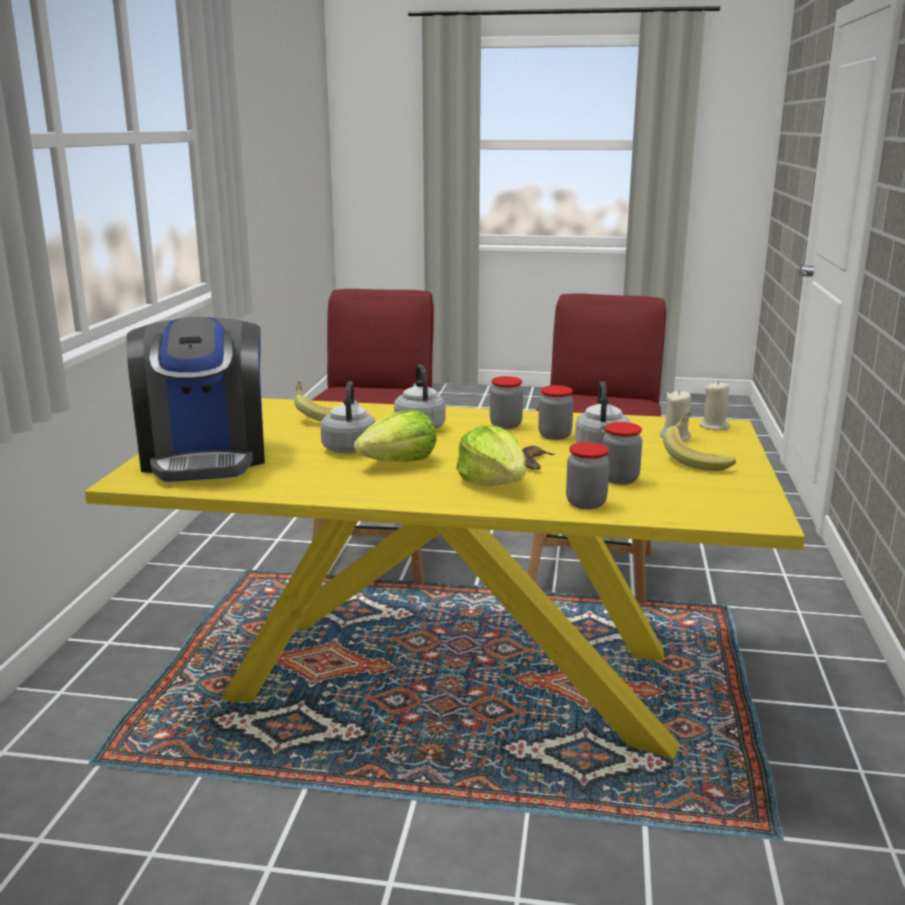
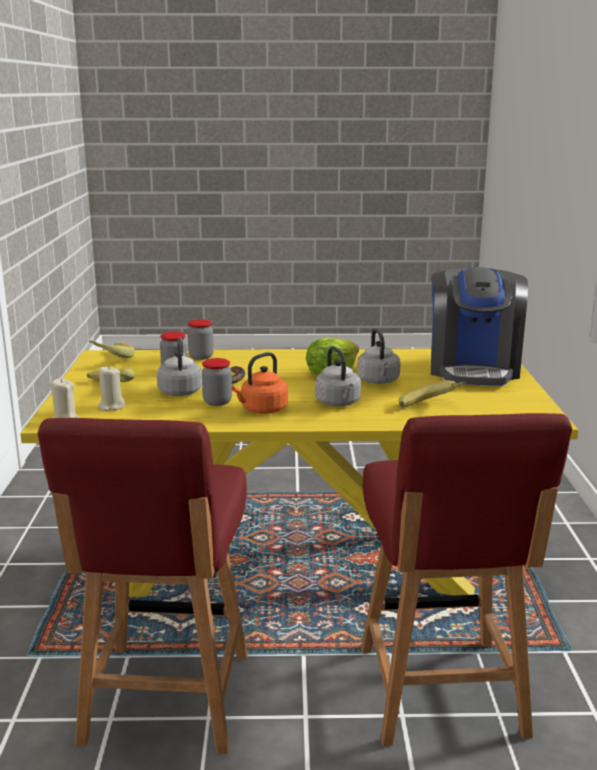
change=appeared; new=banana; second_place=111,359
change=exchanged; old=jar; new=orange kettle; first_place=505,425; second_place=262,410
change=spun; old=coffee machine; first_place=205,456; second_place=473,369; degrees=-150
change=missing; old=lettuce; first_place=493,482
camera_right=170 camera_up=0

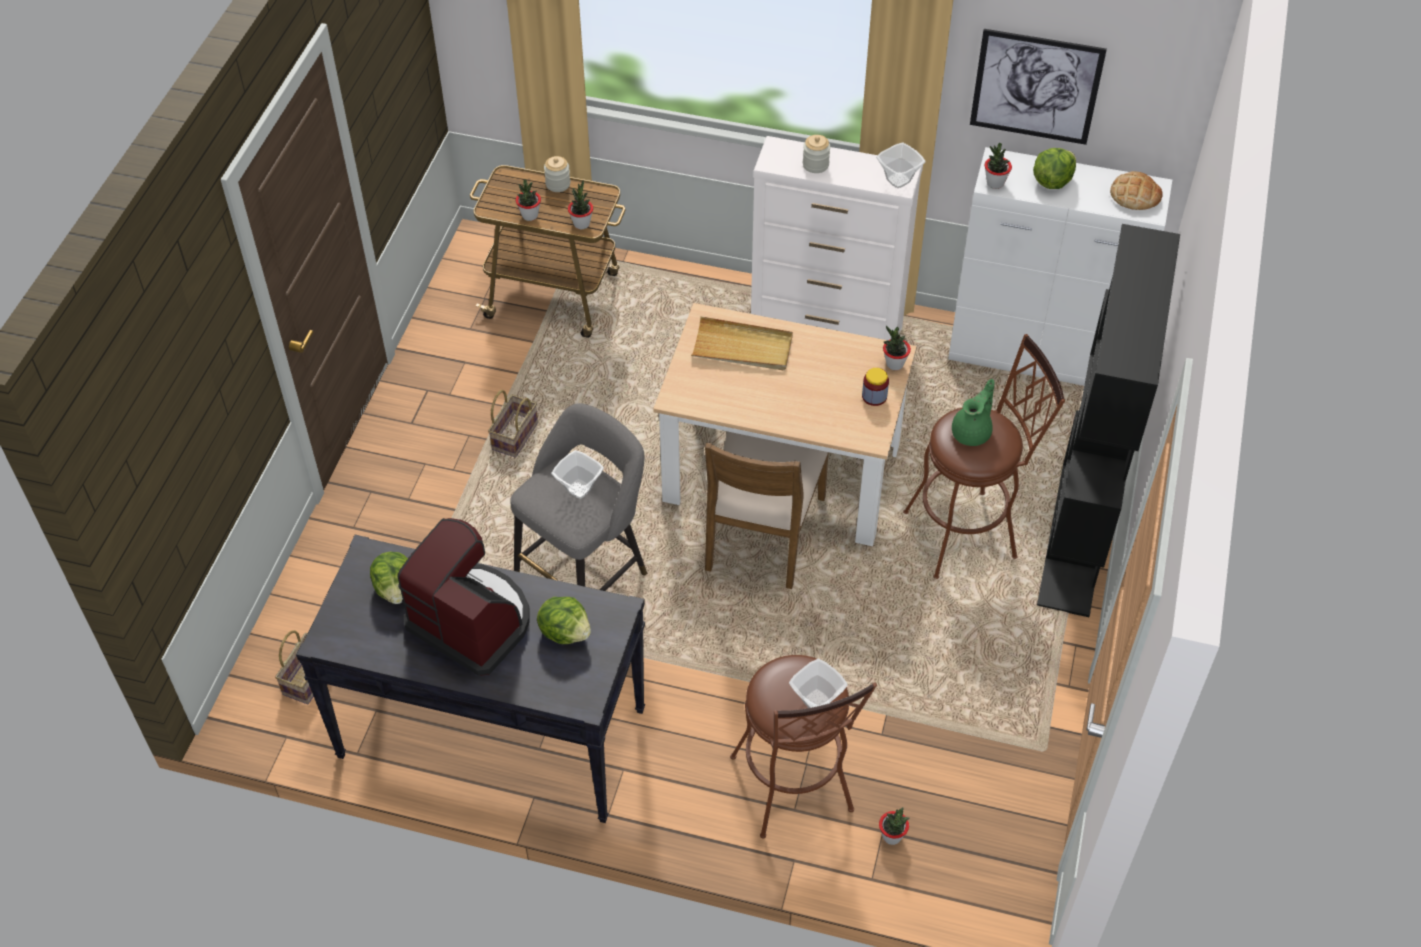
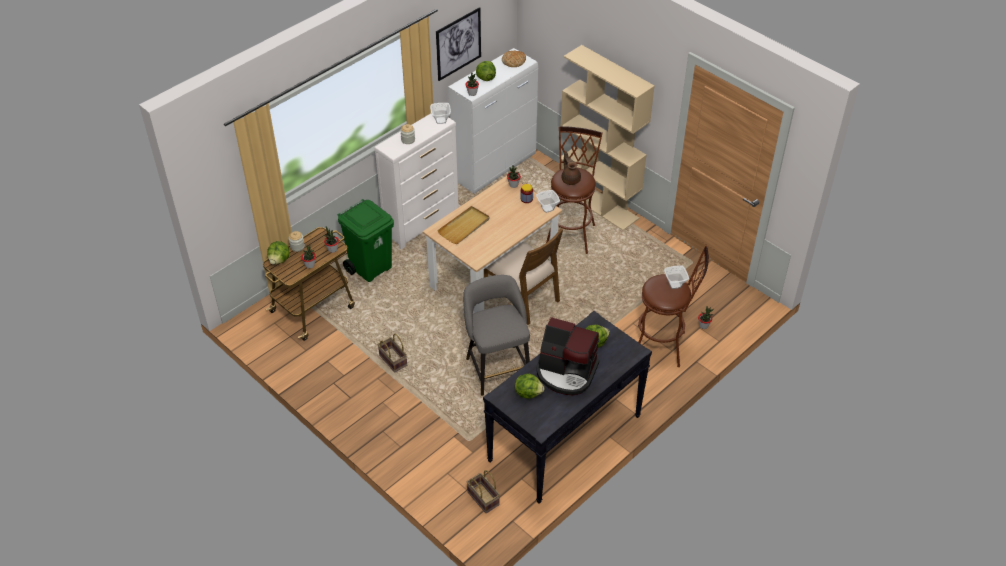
change=appeared; new=lettuce; second_place=279,260
change=appeared; new=green trash can; second_place=371,268
change=relocated; old=bowl; first_place=579,490; second_place=548,209
change=spun; old=coffee machine; first_place=472,621; second_place=566,372; degrees=-135
change=colour; old=black bookcase; new=beige bookcase; first_place=1076,539; second_place=598,203
change=colour; old=green teapot; new=brown teapot; first_place=972,432; second_place=570,179
camera_right=-60 camera_up=-5

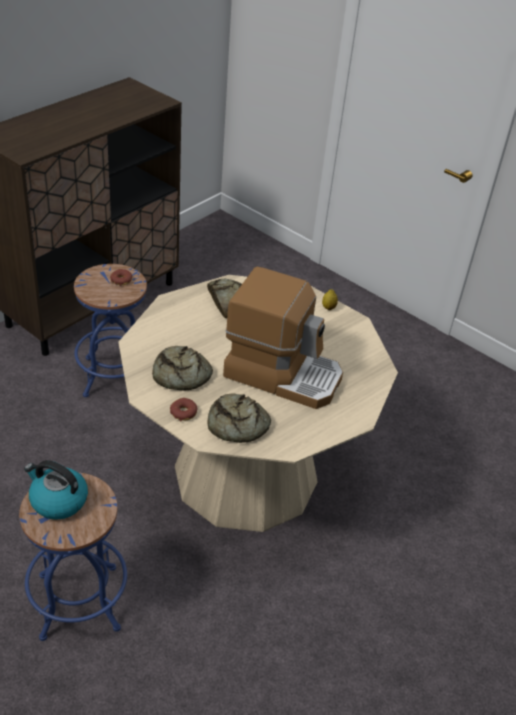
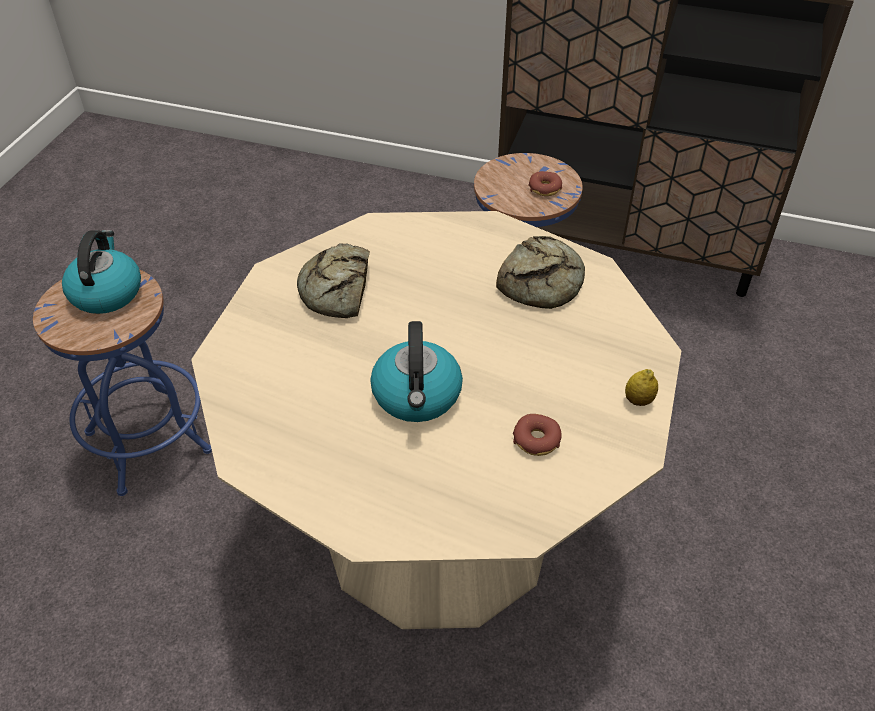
change=exchanged; old=coffee machine; new=kettle; first_place=283,373; second_place=417,396
change=relocated; old=donut; first_place=183,412; second_place=536,440
change=missing; old=bread; first_place=236,425
camera_right=70 camera_up=5

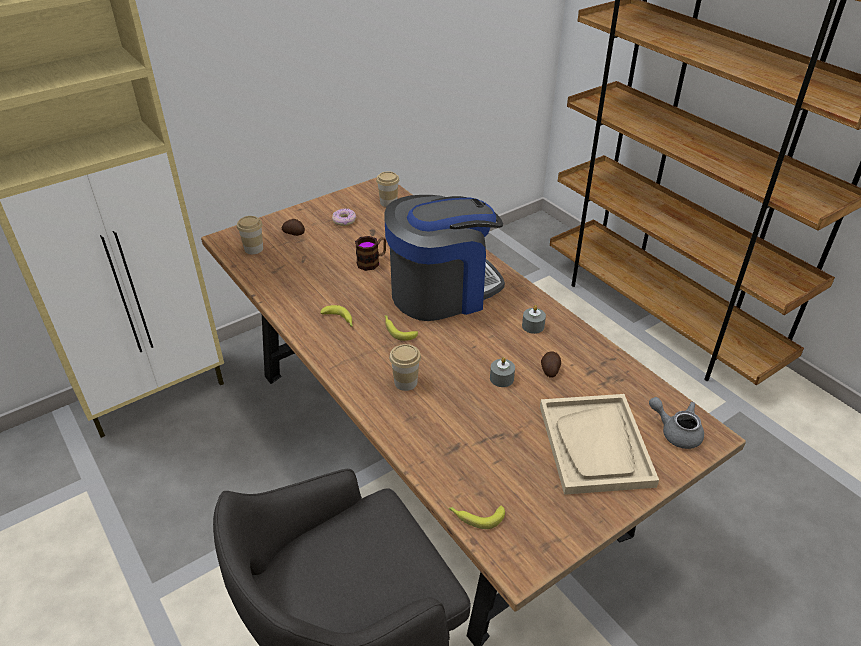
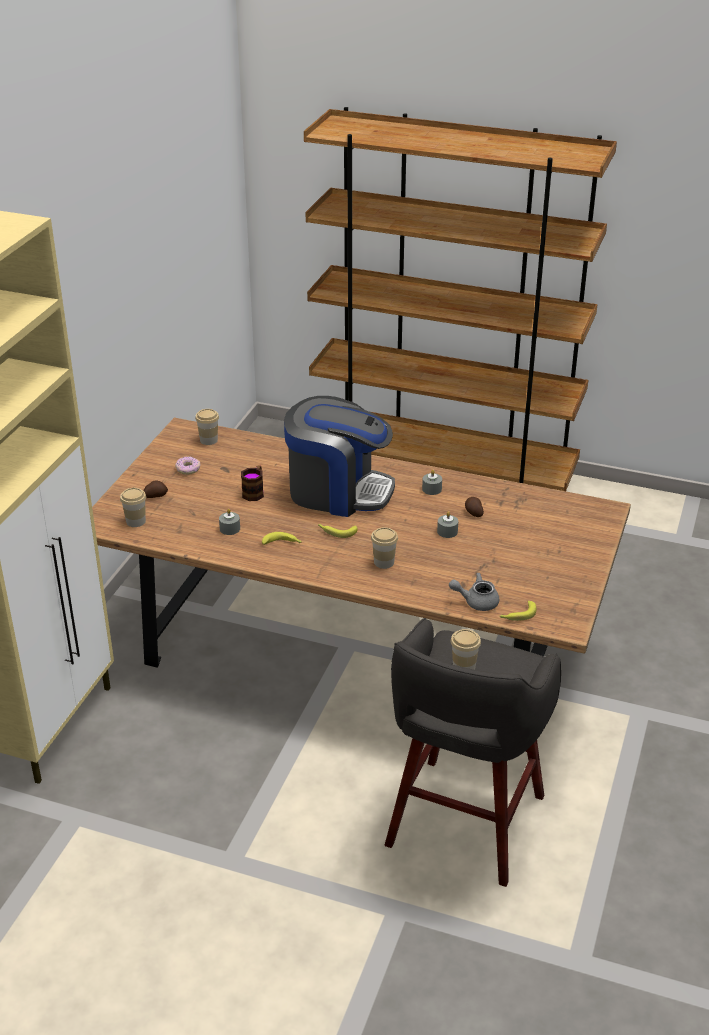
change=appeared; new=grey candle; second_place=230,529
change=spun; old=coffee machine; first_place=442,291; second_place=338,491; degrees=75
change=relocated; old=grey teapot; first_place=676,432; second_place=476,601
change=appeared; new=cup; second_place=464,667
change=missing; old=beige tray; first_place=595,445
camera_right=-35 camera_up=-5

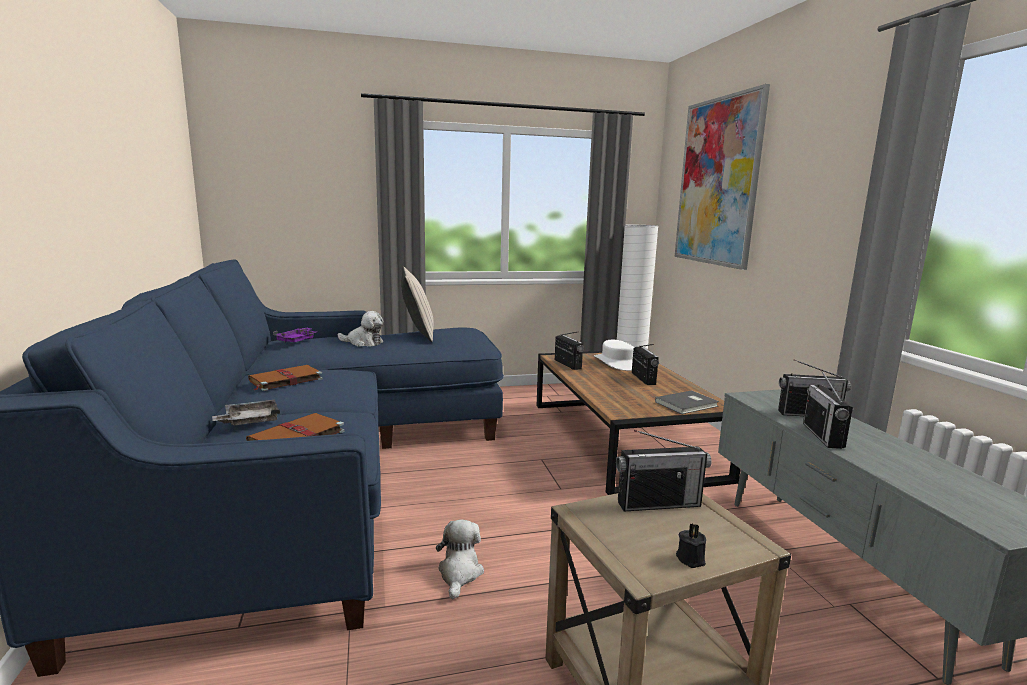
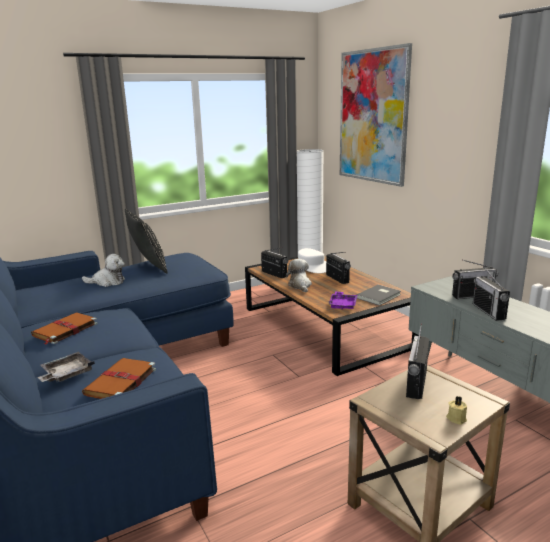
change=colour; old=beige pillow; new=black pillow; first_place=417,334; second_place=148,267
change=relocated; old=plush toy; first_place=459,573; second_place=300,285
change=relocated; old=purple tray; first_place=297,340; second_place=343,305
change=spun; old=radio; first_place=658,503; second_place=416,383; degrees=135
change=colour; old=black candle; new=beige candle; first_place=691,558; second_place=456,418
camera_right=-15 camera_up=5

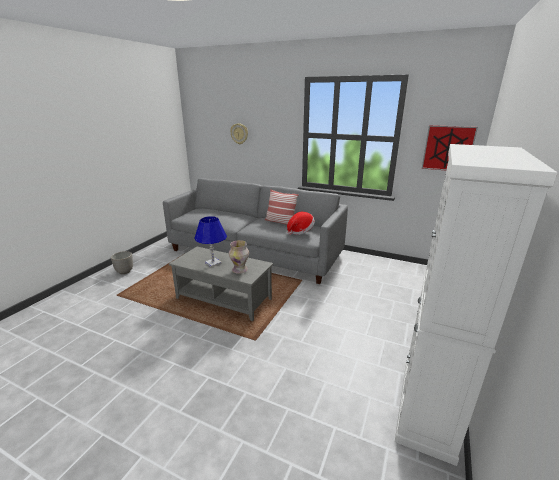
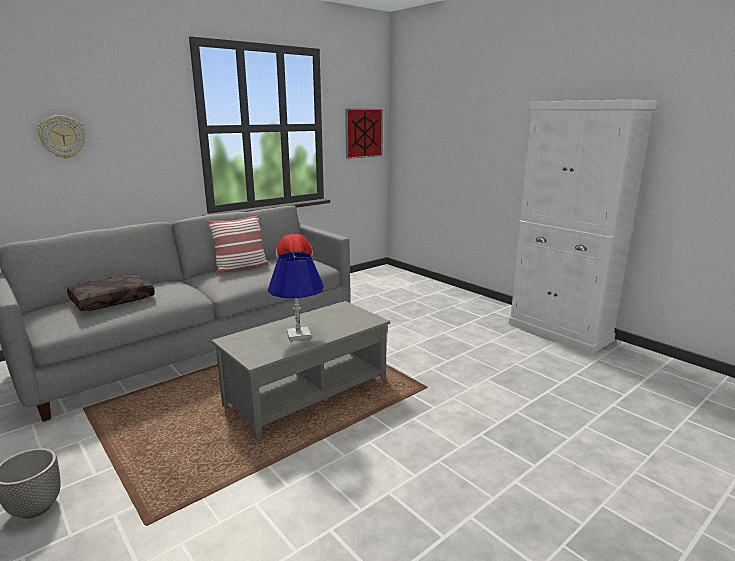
change=appeared; new=brown pillow; second_place=113,300
change=missing; old=vase; first_place=240,270
camera_right=-65 camera_up=-5

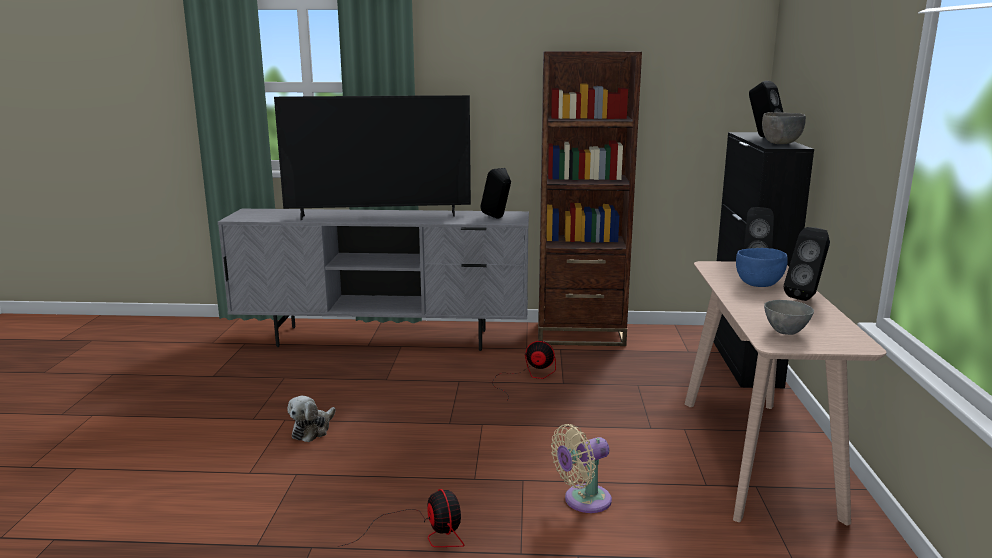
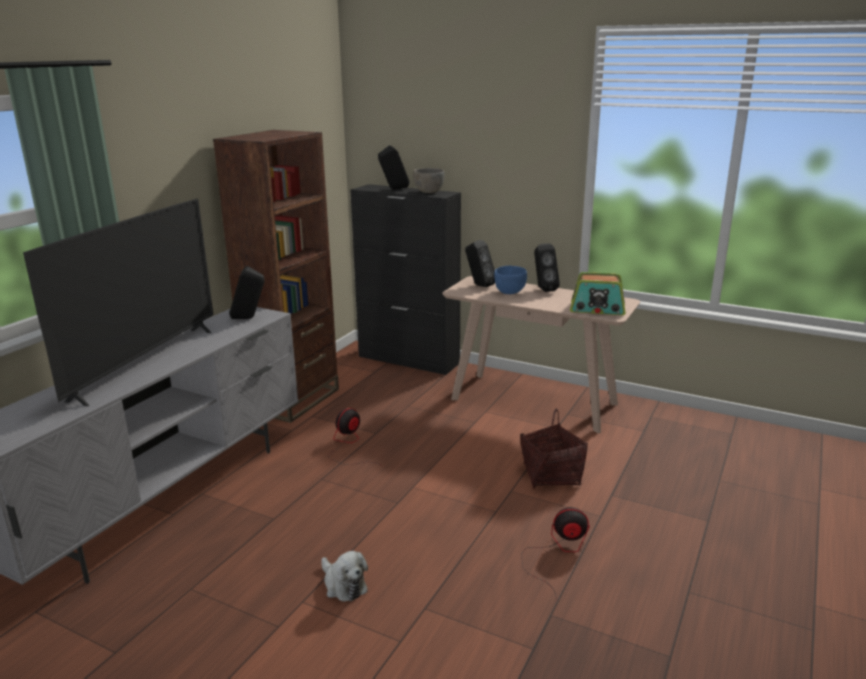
change=exchanged; old=beige fan; new=basket; first_place=583,501; second_place=551,475
change=exchanged; old=grey bowl; new=radio; first_place=786,332; second_place=597,309
camera_right=-65 camera_up=5

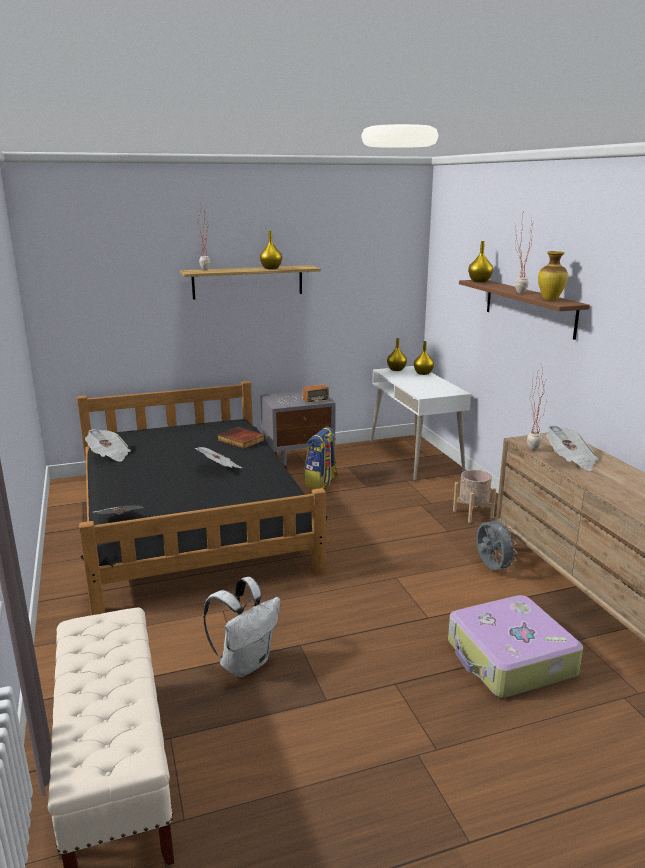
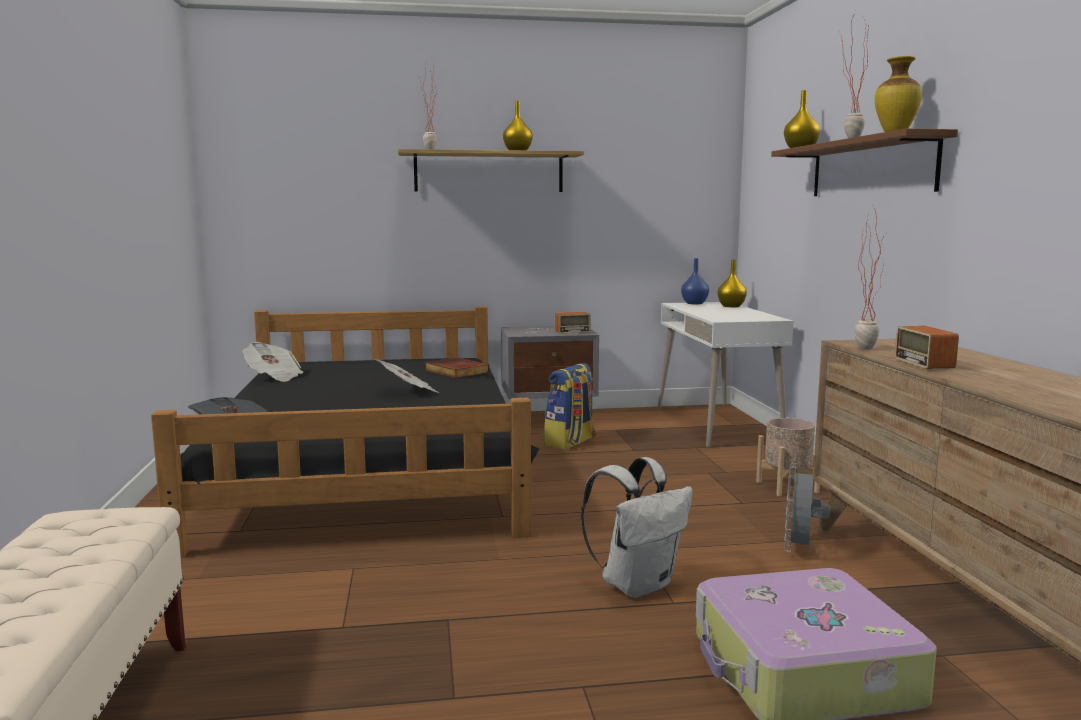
change=relocated; old=white backpack; first_place=245,663; second_place=637,584
change=colour; old=yellow vase; new=blue vase; first_place=396,369; second_place=694,303
change=spun; old=grey fan; first_place=491,568; second_place=800,550; degrees=-150
change=exchanged; old=newspaper; new=radio; first_place=570,461; second_place=926,359
camera_right=10 camera_up=-10

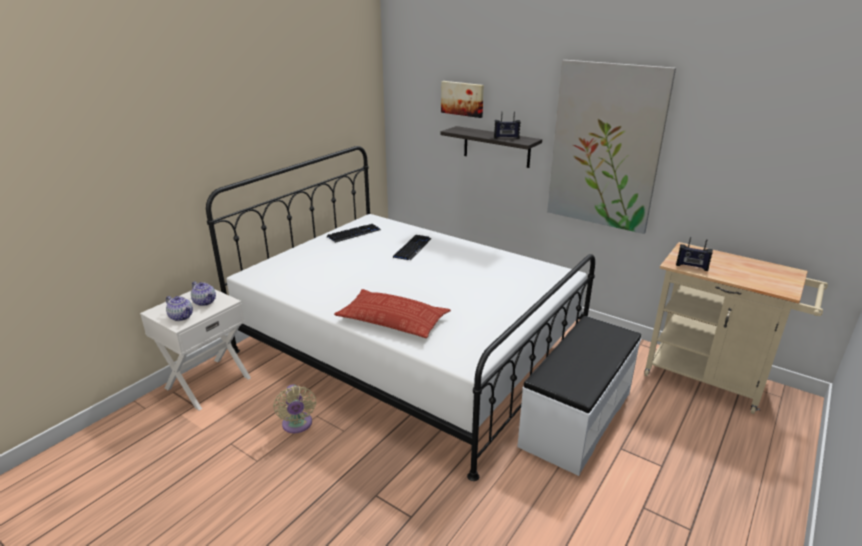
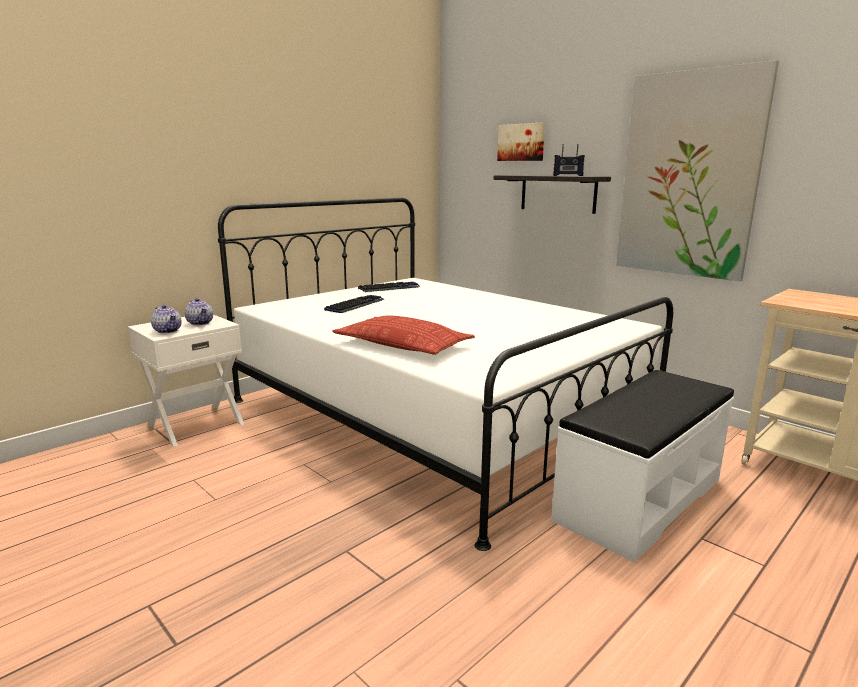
change=relocated; old=keyboard; first_place=412,248; second_place=355,305
change=missing; old=beige fan; first_place=297,425
change=missing; old=radio; first_place=691,266
camera_right=10 camera_up=-10

